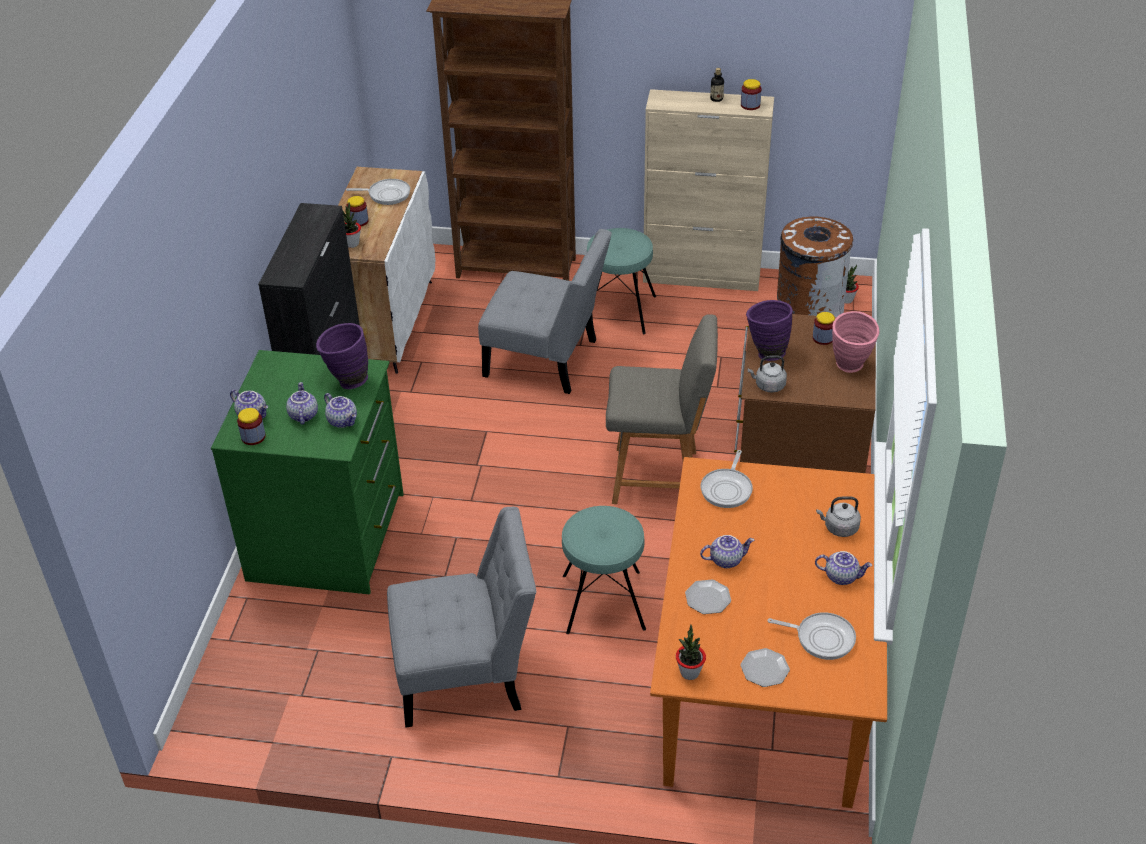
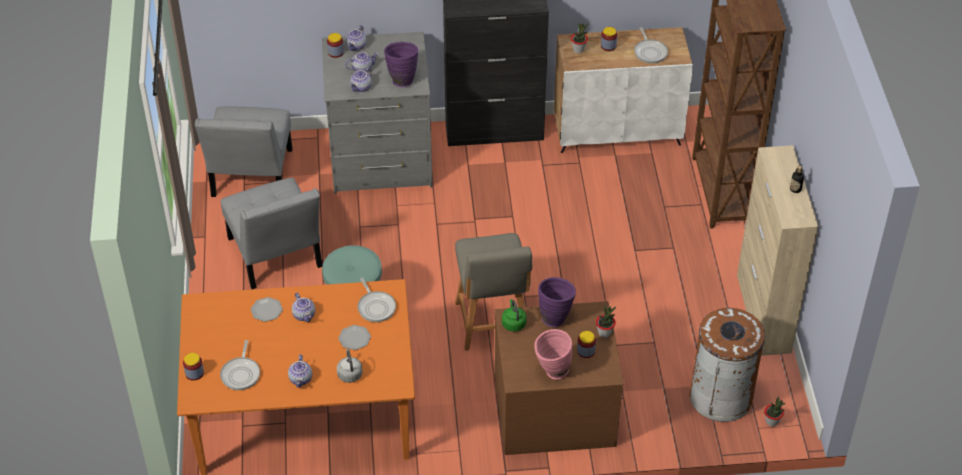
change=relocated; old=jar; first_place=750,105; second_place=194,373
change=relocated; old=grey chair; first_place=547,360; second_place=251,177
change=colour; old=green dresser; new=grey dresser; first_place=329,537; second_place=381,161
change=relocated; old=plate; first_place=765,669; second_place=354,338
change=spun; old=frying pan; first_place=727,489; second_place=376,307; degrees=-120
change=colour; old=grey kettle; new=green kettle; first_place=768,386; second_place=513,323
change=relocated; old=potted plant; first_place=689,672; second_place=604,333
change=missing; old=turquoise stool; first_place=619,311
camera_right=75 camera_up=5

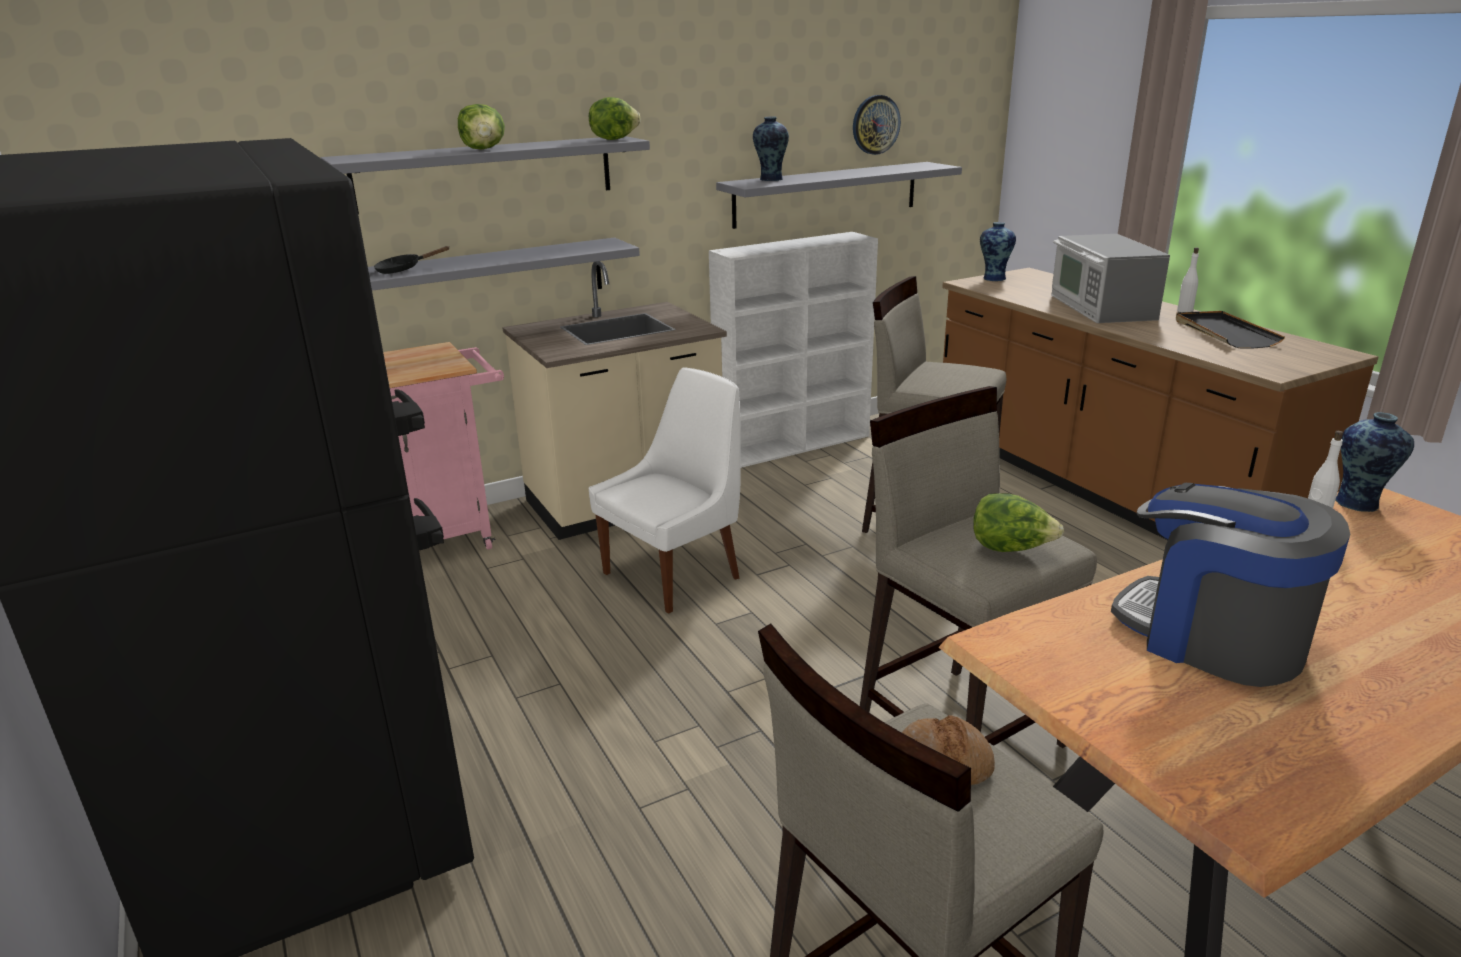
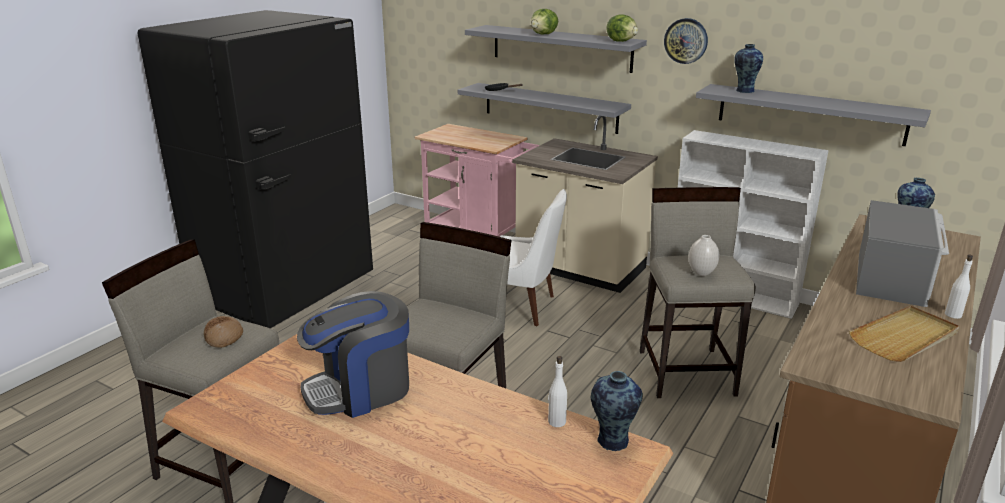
change=spun; old=coffee machine; first_place=1212,637; second_place=360,389; degrees=-135
change=relocated; old=wall clock; first_place=875,124; second_place=686,41
change=appeared; new=white vase; second_place=701,273
change=colour; old=black tray; new=beige tray; first_place=1224,333; second_place=904,337
change=spun; old=microwave; first_place=1100,307; second_place=893,278; degrees=150
change=missing; old=lettuce; first_place=1011,549
camera_right=60 camera_up=0

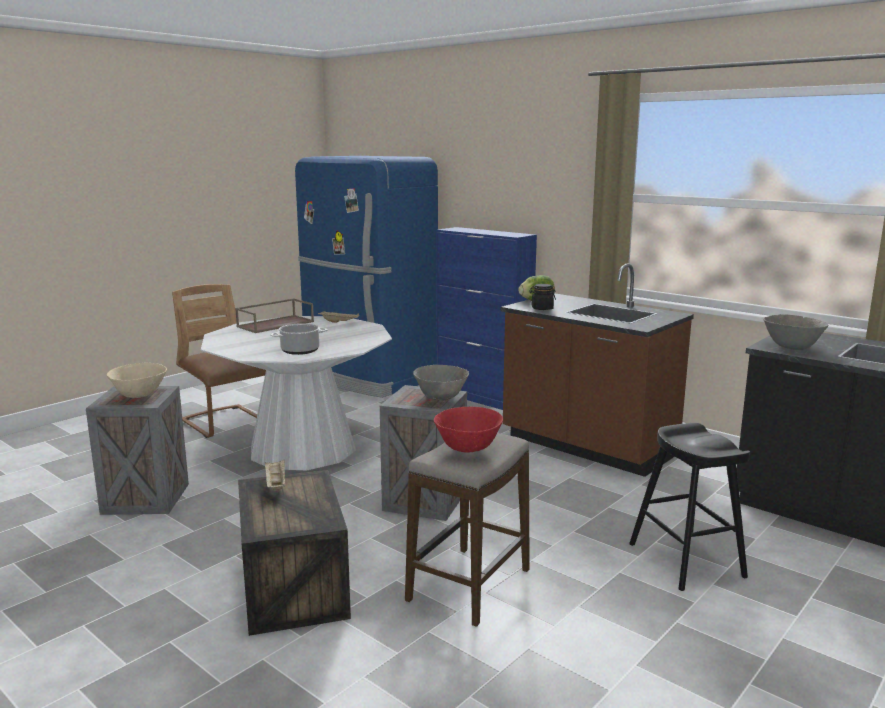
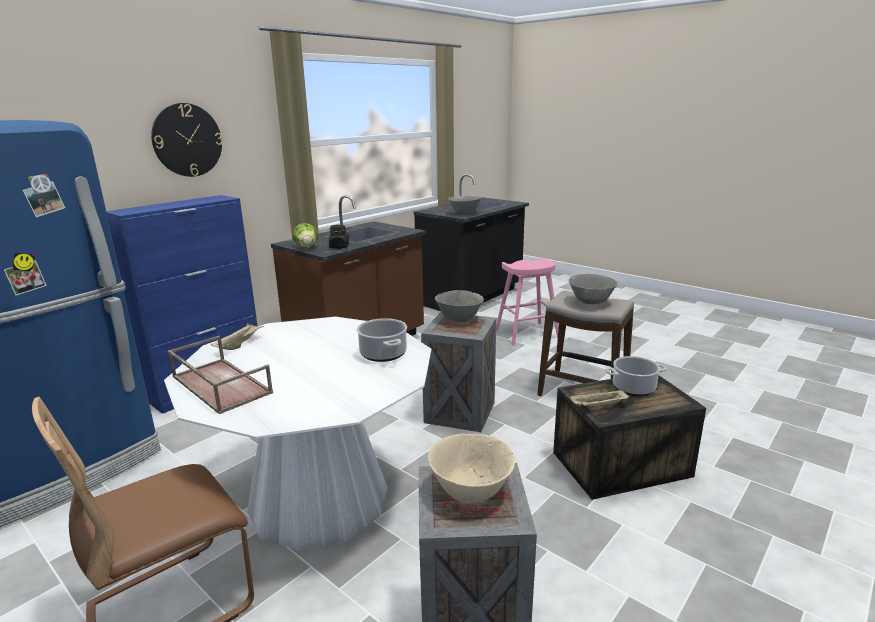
change=appeared; new=wall clock; second_place=187,140
change=colour; old=black stool; new=pink stool; first_place=686,560; second_place=527,334
change=colour; old=red bowl; new=grey bowl; first_place=468,449; second_place=591,302
change=appeared; new=cooking pot; second_place=633,388
camera_right=-90 camera_up=5

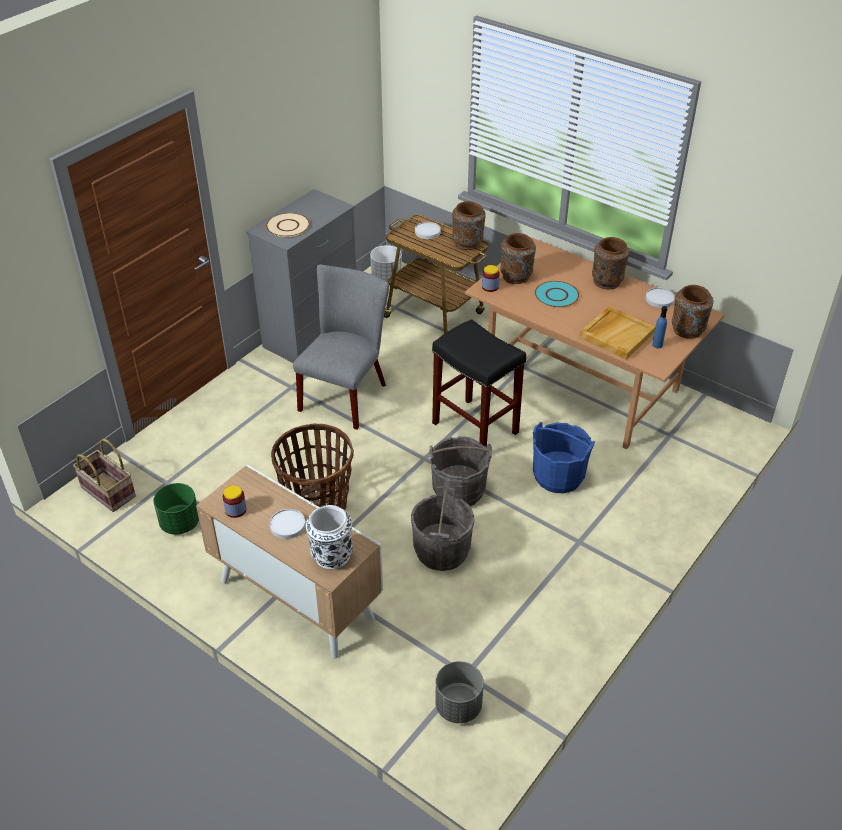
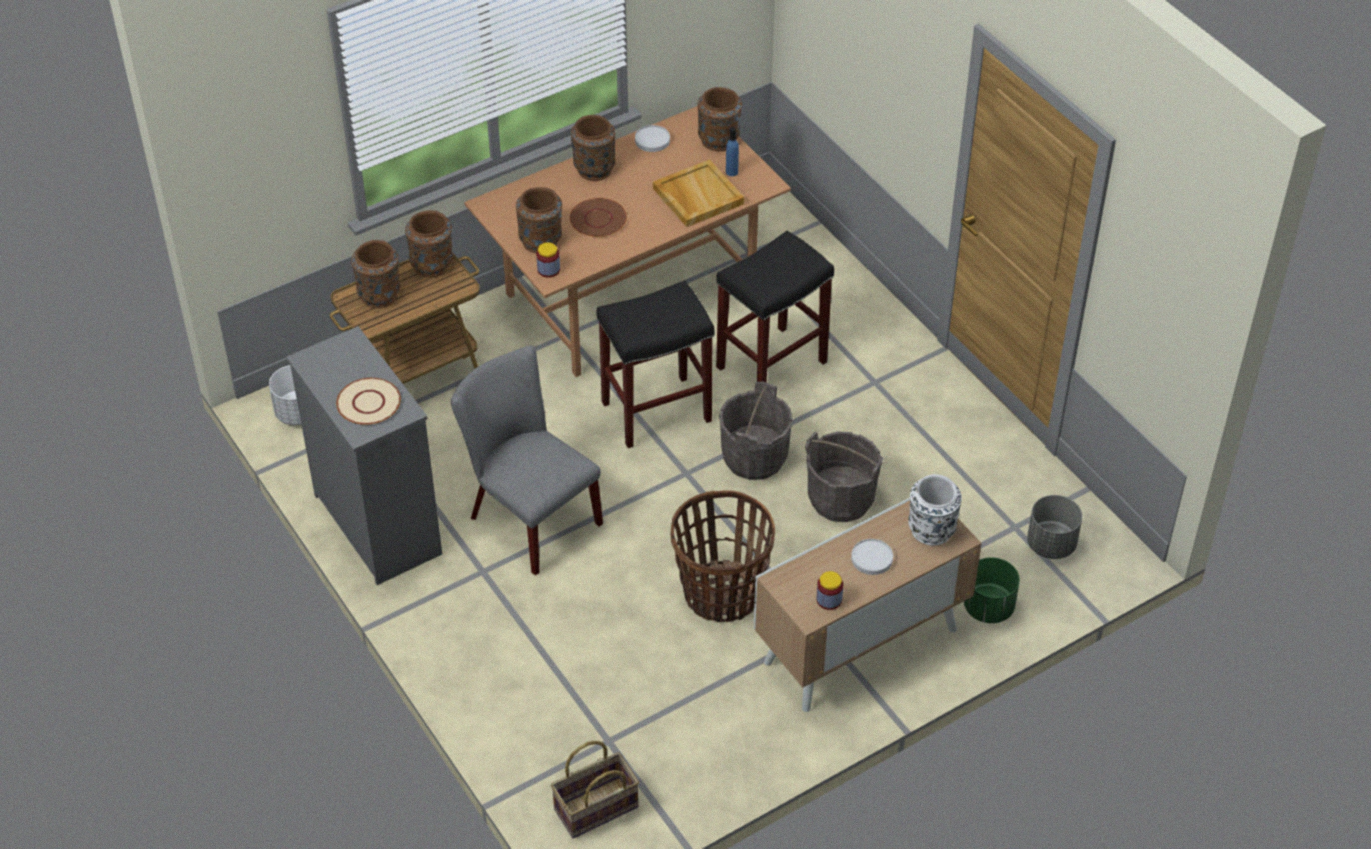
change=exchanged; old=white plate; new=brown vase; first_place=427,232; second_place=379,295
change=colour; old=turquoise plate; new=brown plate; first_place=556,295; second_place=598,219
change=exchanged; old=blue bucket; new=black stool; first_place=558,476; second_place=771,366
change=relocated; old=green planter; first_place=180,523; second_place=988,608
camera_right=-70 camera_up=5

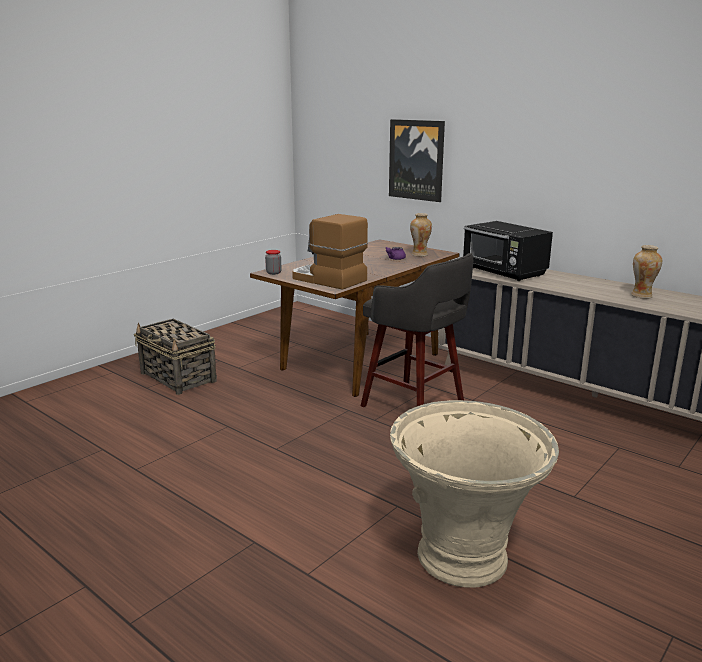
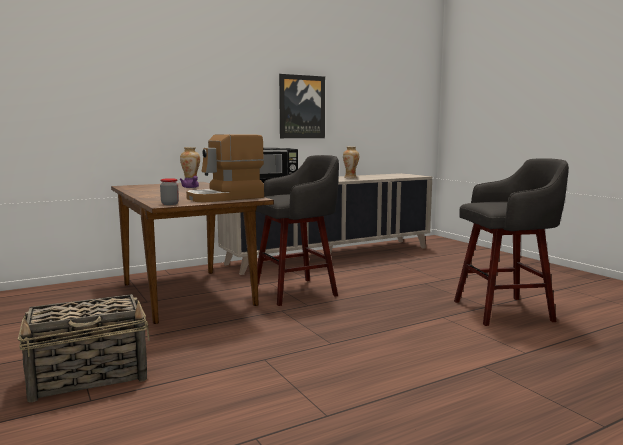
change=relocated; old=picture; first_place=416,160; second_place=301,107
change=exchanged; old=beige planter; new=grey stool; first_place=464,558; second_place=505,311
camera_right=-70 camera_up=-10

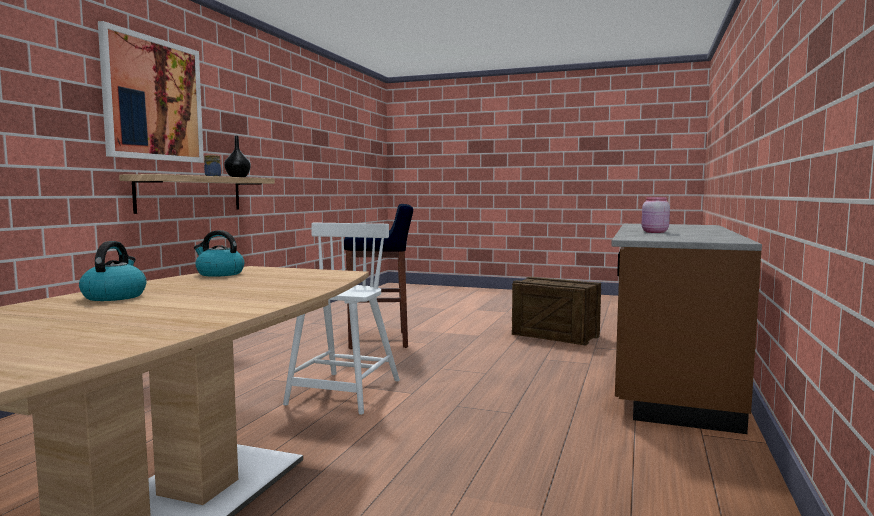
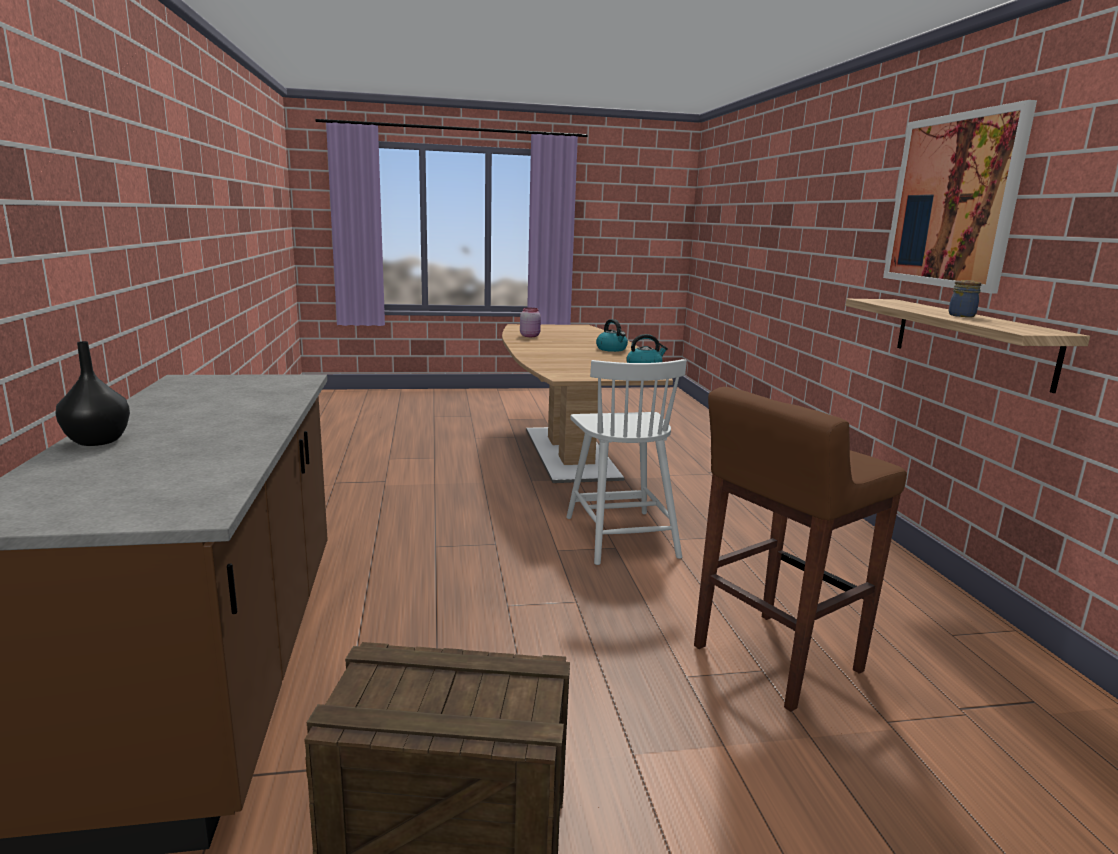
change=relocated; old=black vase; first_place=237,177; second_place=98,440
change=relocated; old=pink jar; first_place=654,232; second_place=530,336
change=colour; old=blue stool; new=brown stool; first_place=380,340; second_place=774,659
camera_right=150 camera_up=10

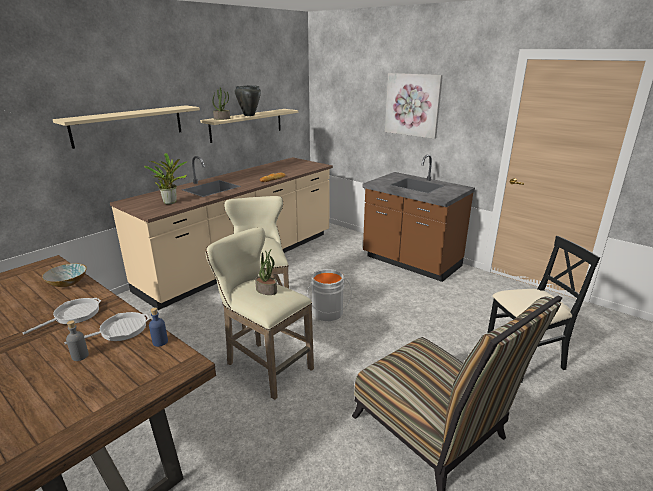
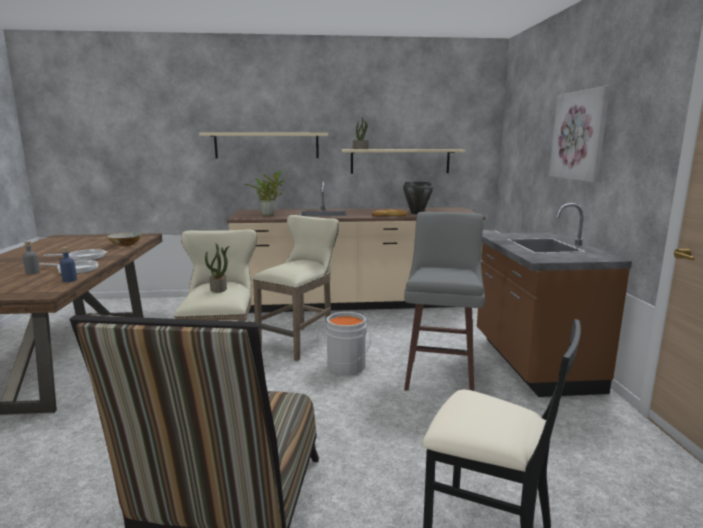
change=relocated; old=black cooking pot; first_place=249,115; second_place=416,213
change=appeared; new=grey stool; second_place=440,376
camera_right=45 camera_up=-10

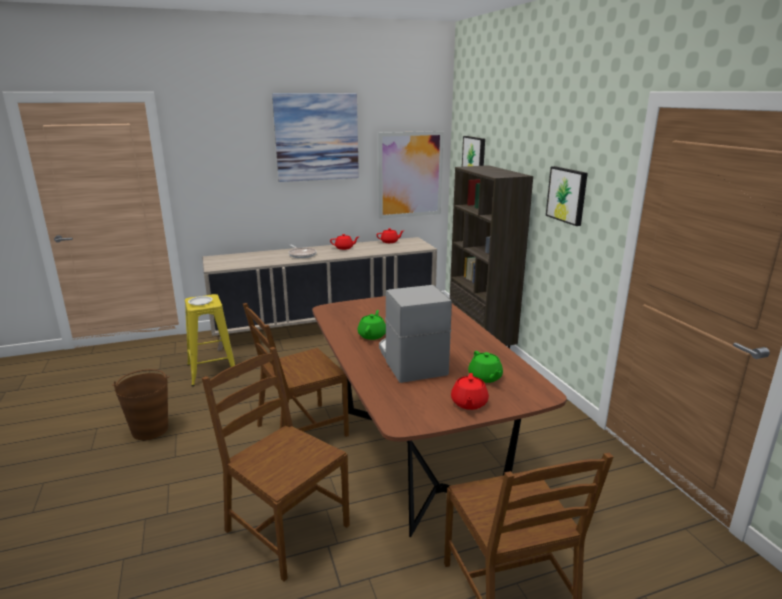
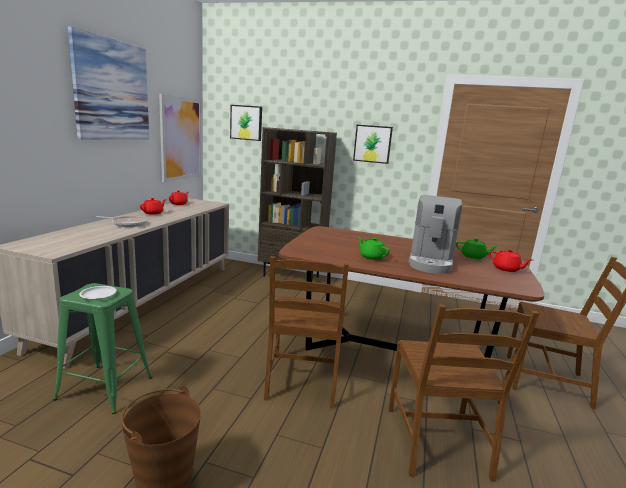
change=colour; old=yellow stool; new=green stool; first_place=212,371; second_place=105,388
change=spun; old=brown chair; first_place=285,528; second_place=438,442; degrees=-75
change=spun; old=coffee machine; first_place=410,361; second_place=430,262; degrees=-90
camera_right=-55 camera_up=-5

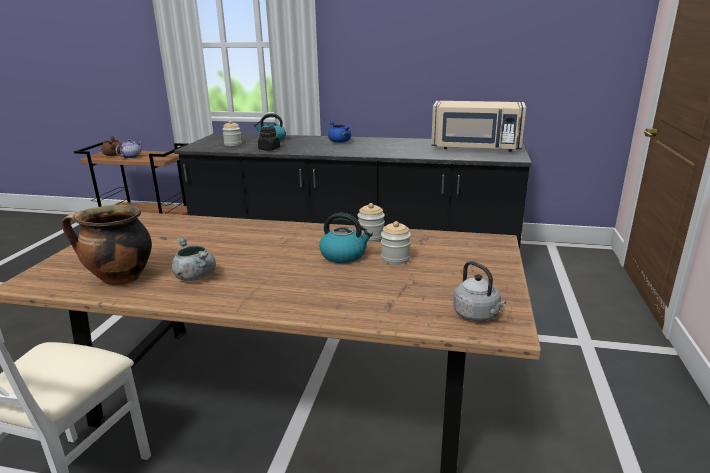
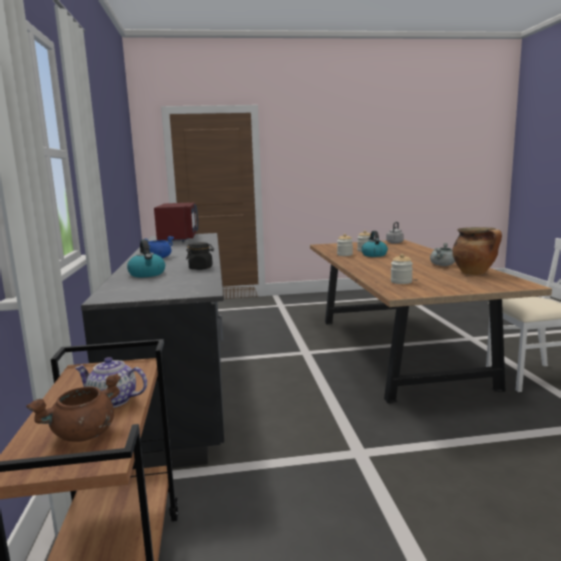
change=colour; old=beige microwave; new=red microwave; first_place=475,148; second_place=178,239
change=relocated; old=jar; first_place=233,144; second_place=401,282
camera_right=-110 camera_up=-10

